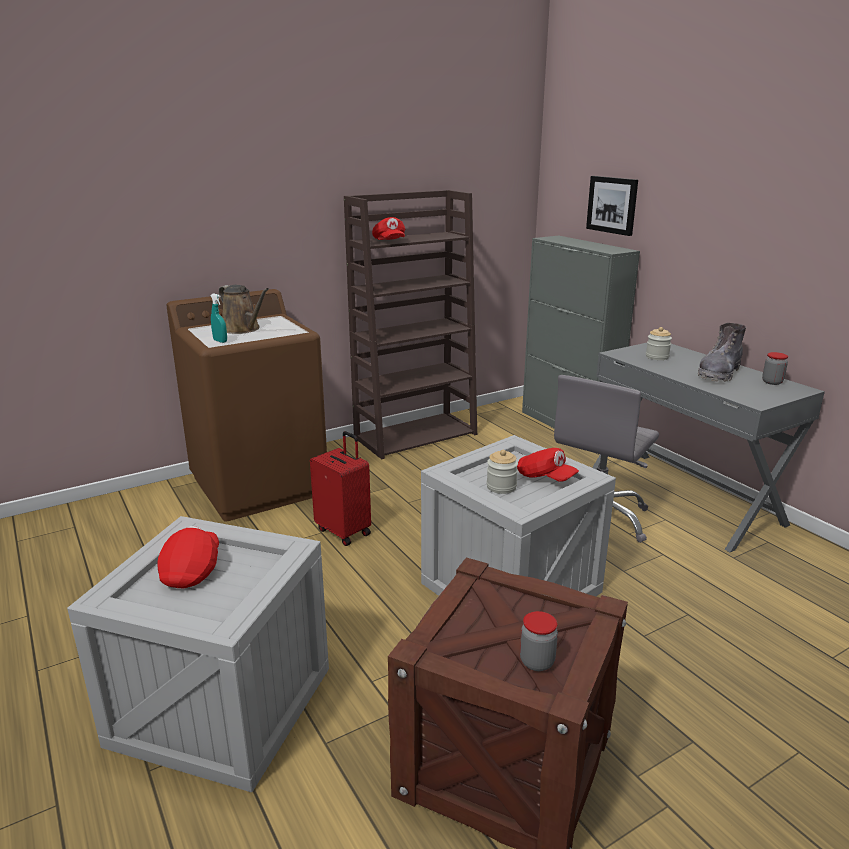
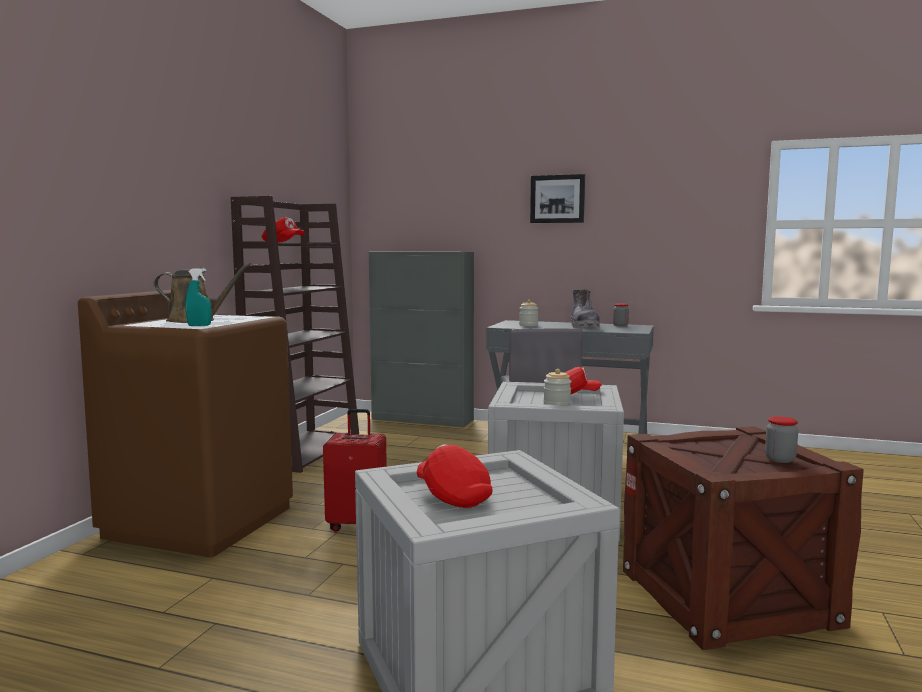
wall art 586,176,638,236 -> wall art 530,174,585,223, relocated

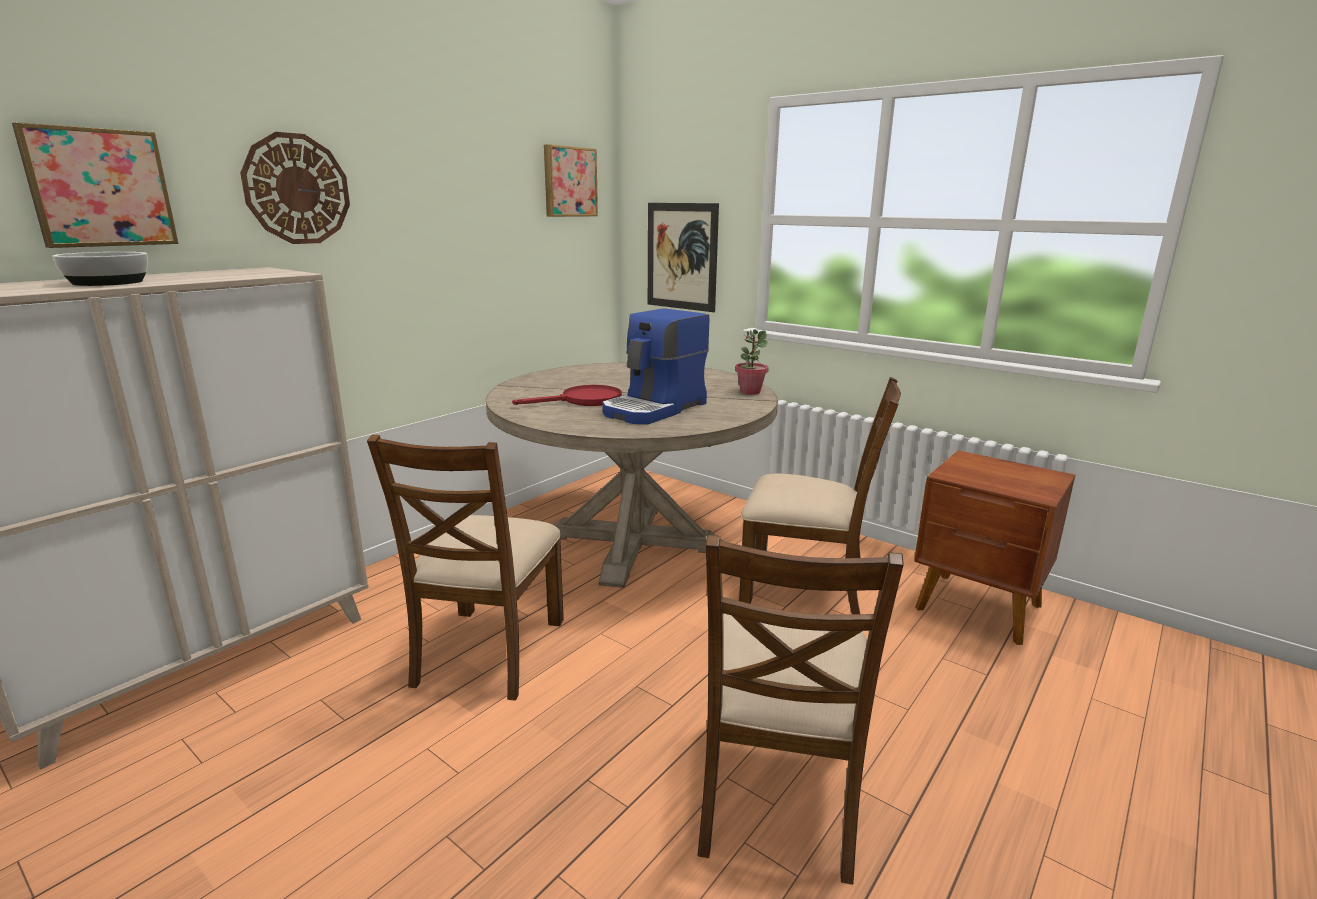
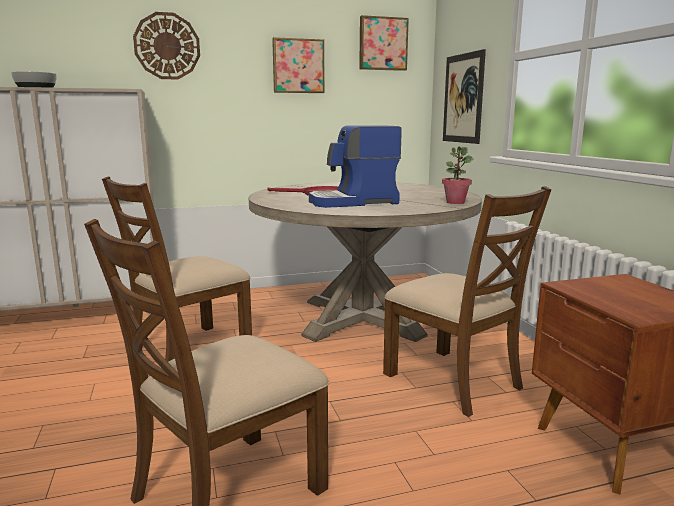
wall art 12,122,179,248 -> wall art 272,37,325,93, relocated

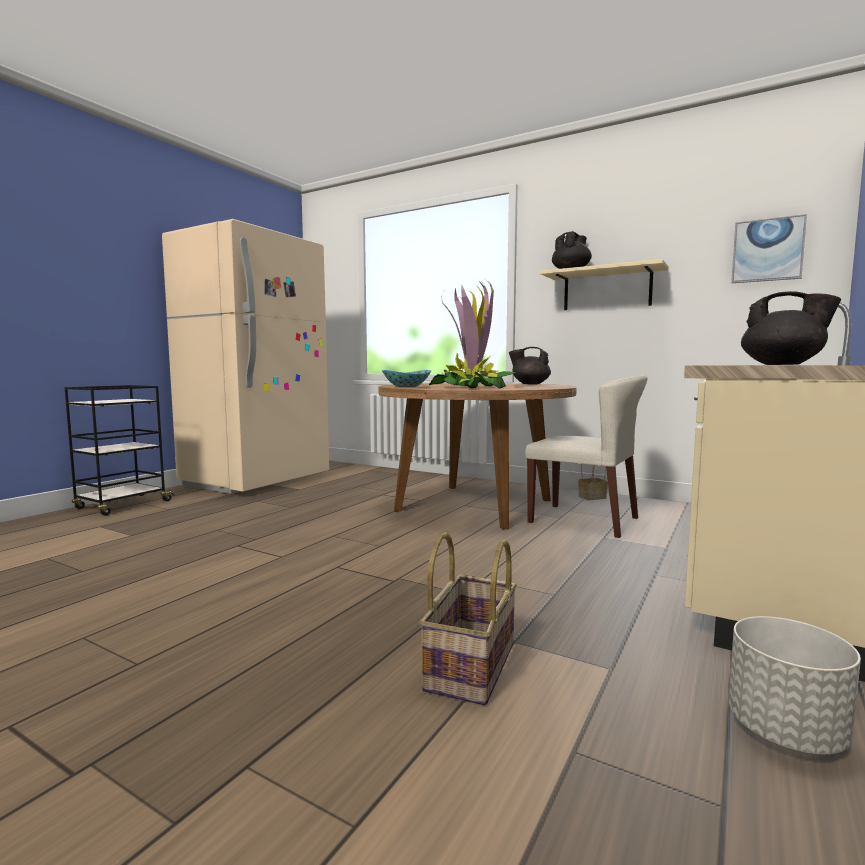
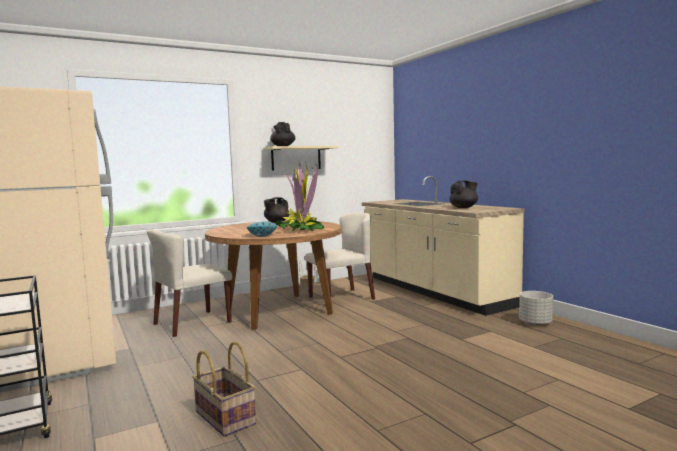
wall art 731,214,807,283 -> none
none -> beige-coloured upright chair 147,229,232,337
storage basket 419,532,517,705 -> storage basket 192,341,256,437, relocated

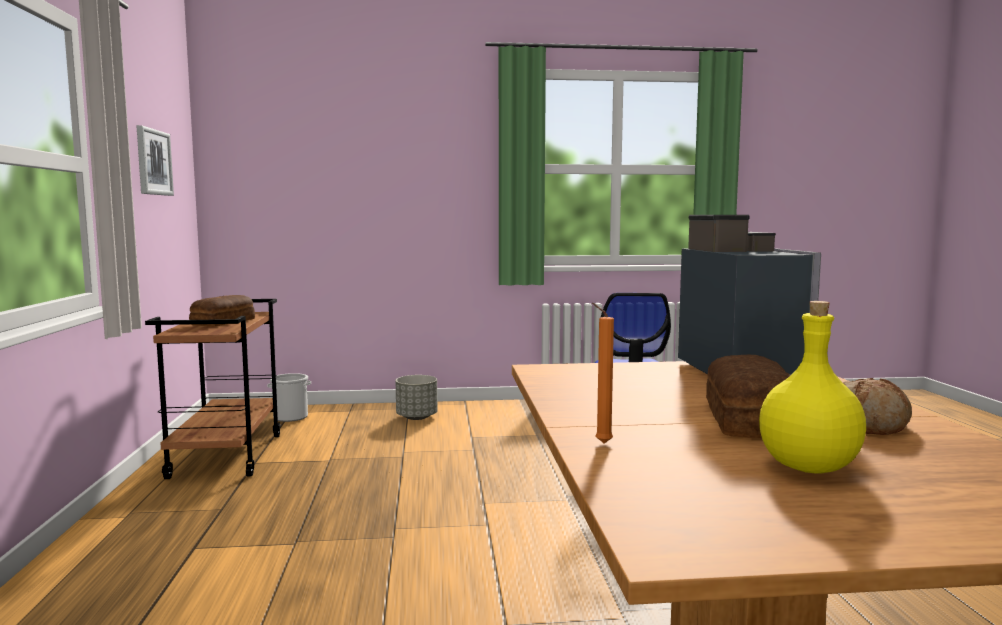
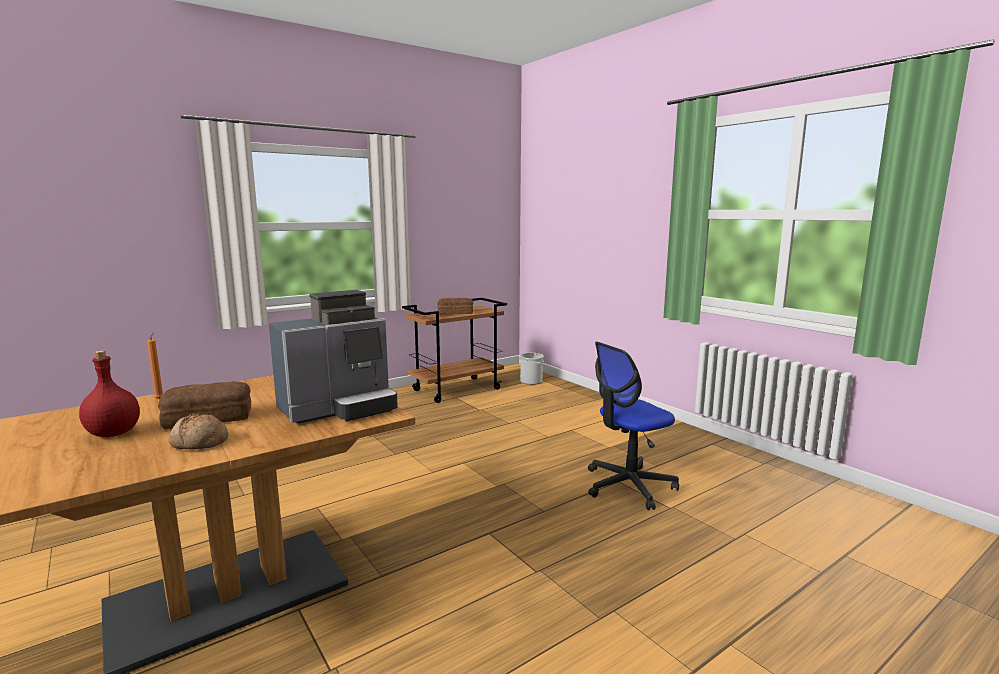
wall art 137,125,174,196 -> none
greyish flower pot 395,375,438,420 -> none
yellow-coloured bottle 759,301,866,473 -> reddish bottle 79,350,140,437

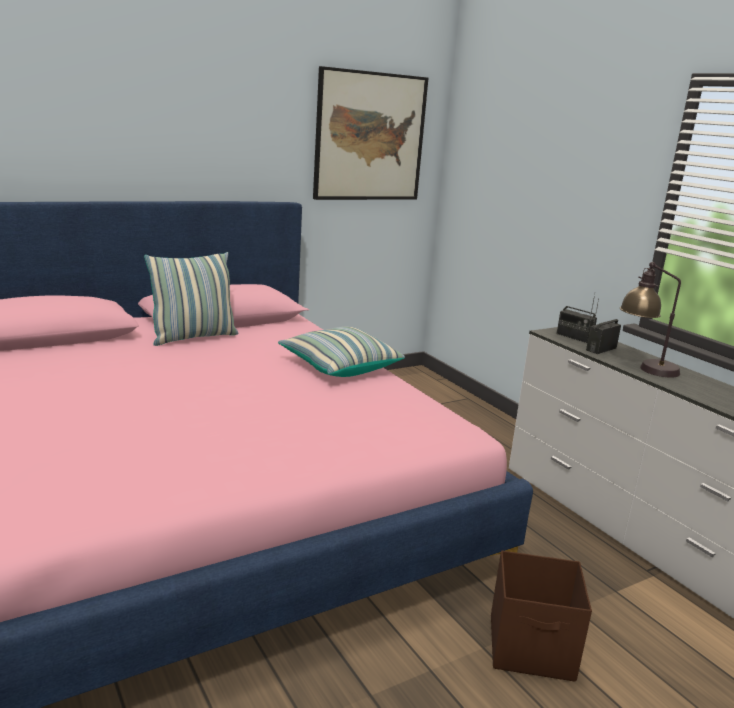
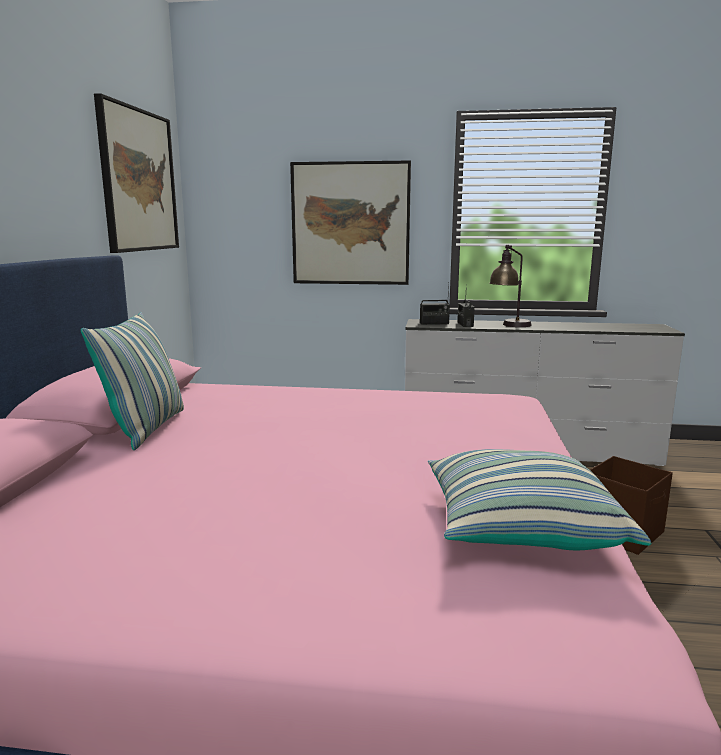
none -> wall art 290,160,411,285
cushion 278,327,405,377 -> cushion 428,449,651,550, relocated

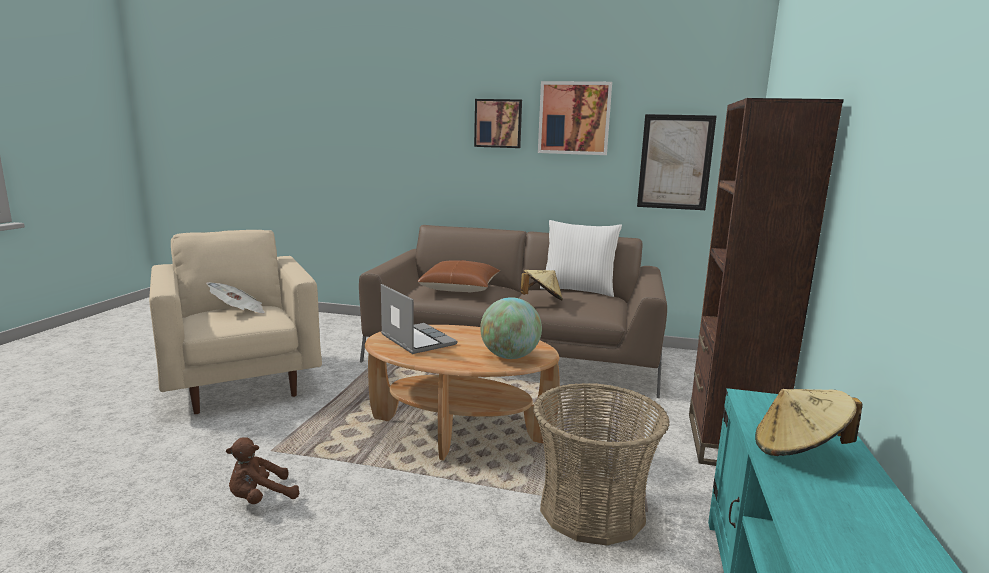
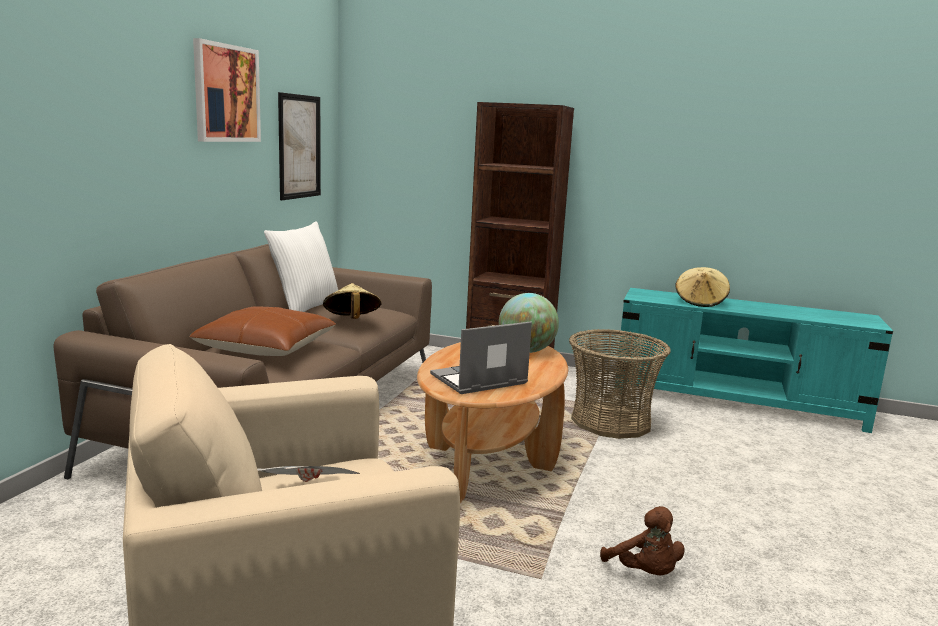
wall art 474,99,522,148 -> none

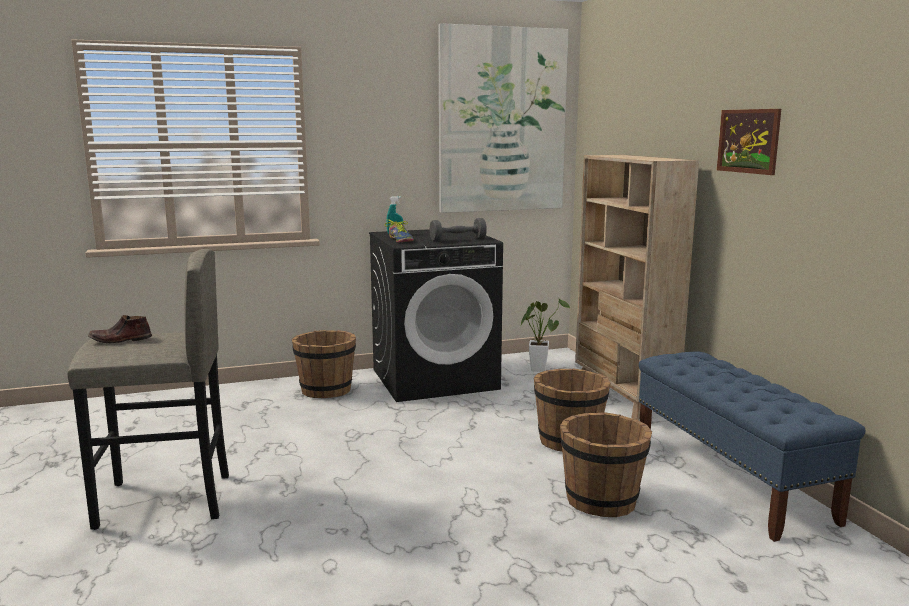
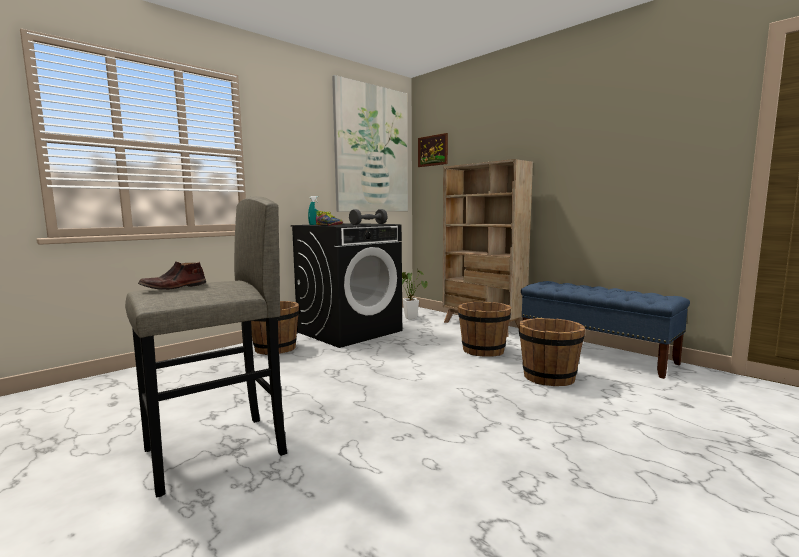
wall art 717,109,781,175 -> wall art 418,133,448,167, relocated

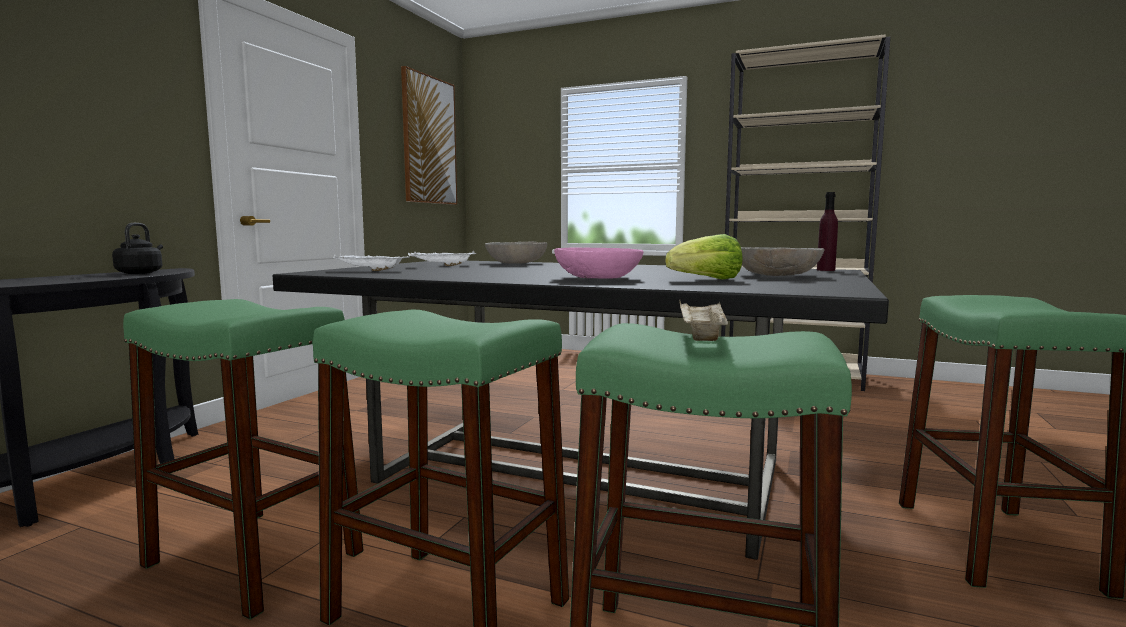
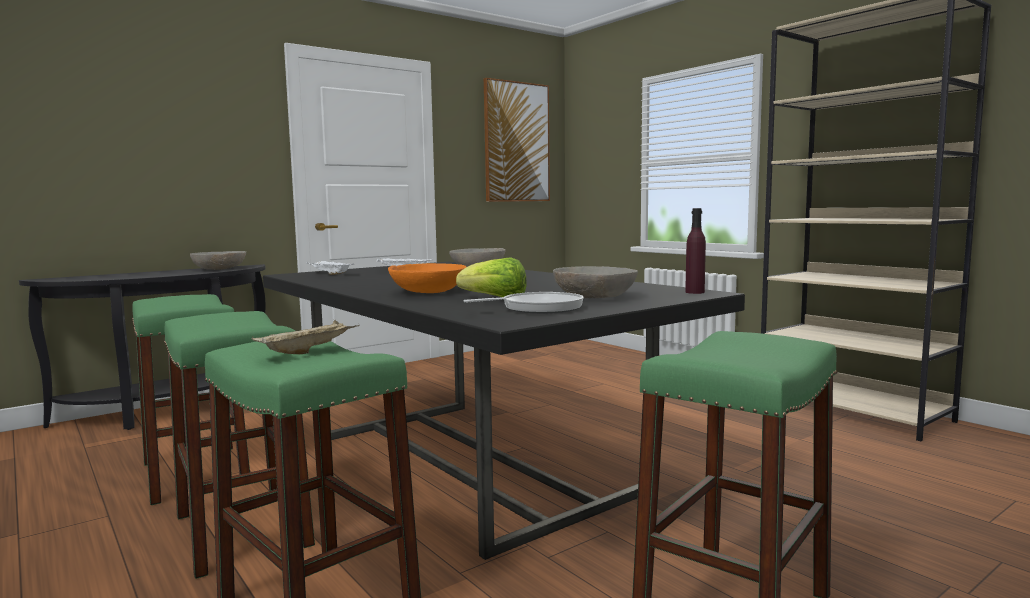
none -> pan 463,292,584,314
black-coloured tea kettle 112,223,163,274 -> greyish deep dish 190,251,246,270
pink deep dish 554,248,644,279 -> orange-coloured deep dish 388,263,466,293

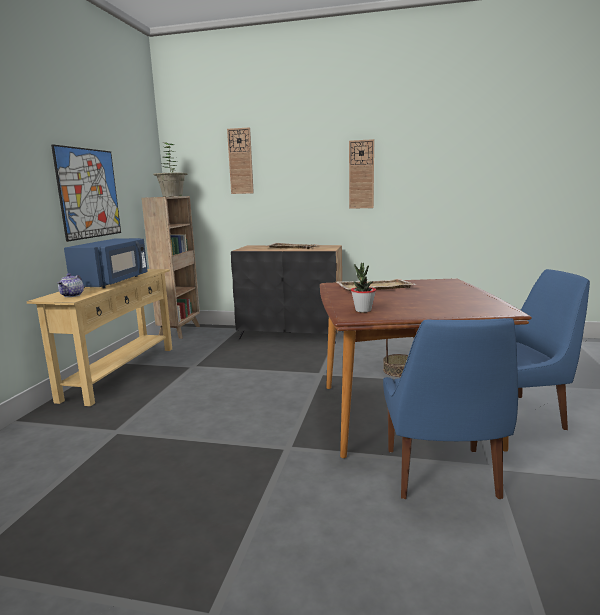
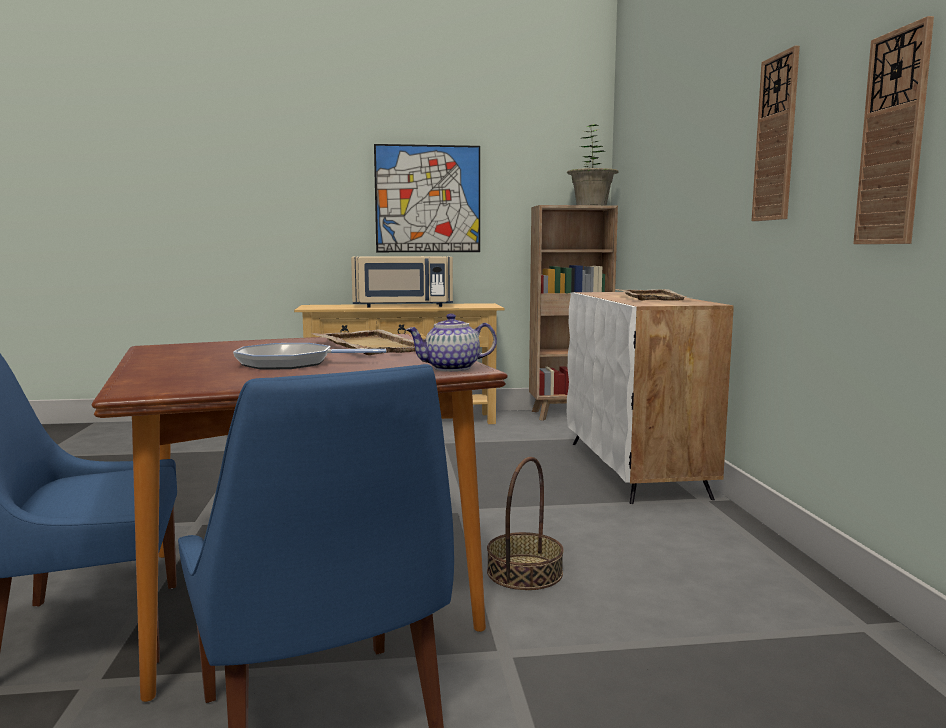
plant in a pot 351,263,376,312 -> none
none -> pan 233,343,386,369
pot for tea 58,273,84,297 -> pot for tea 405,314,497,371, relocated
clock on the wall 227,127,254,194 -> clock on the wall 853,16,934,244, relocated
blue microwave oven 64,238,148,288 -> beige-coloured microwave oven 351,256,453,307
black-coloured cabinet 231,245,342,344 -> white-coloured cabinet 567,292,734,504

